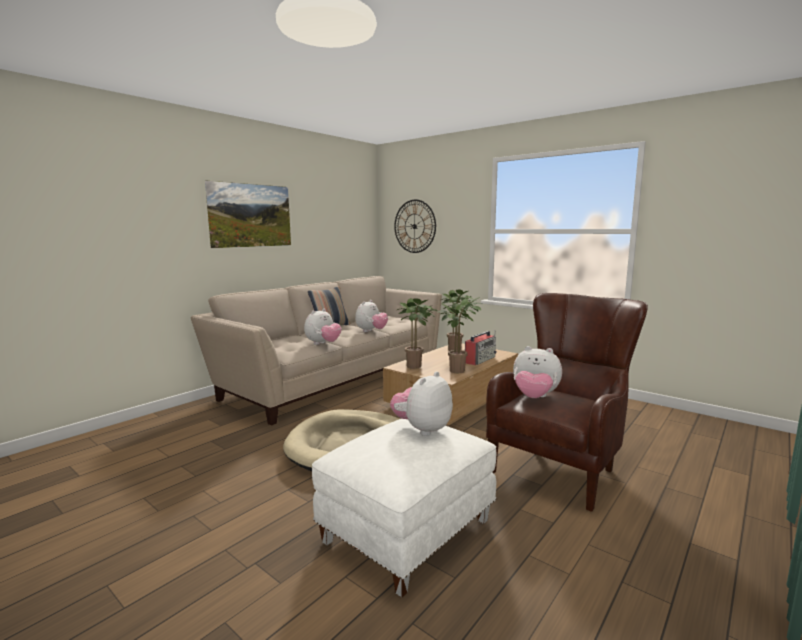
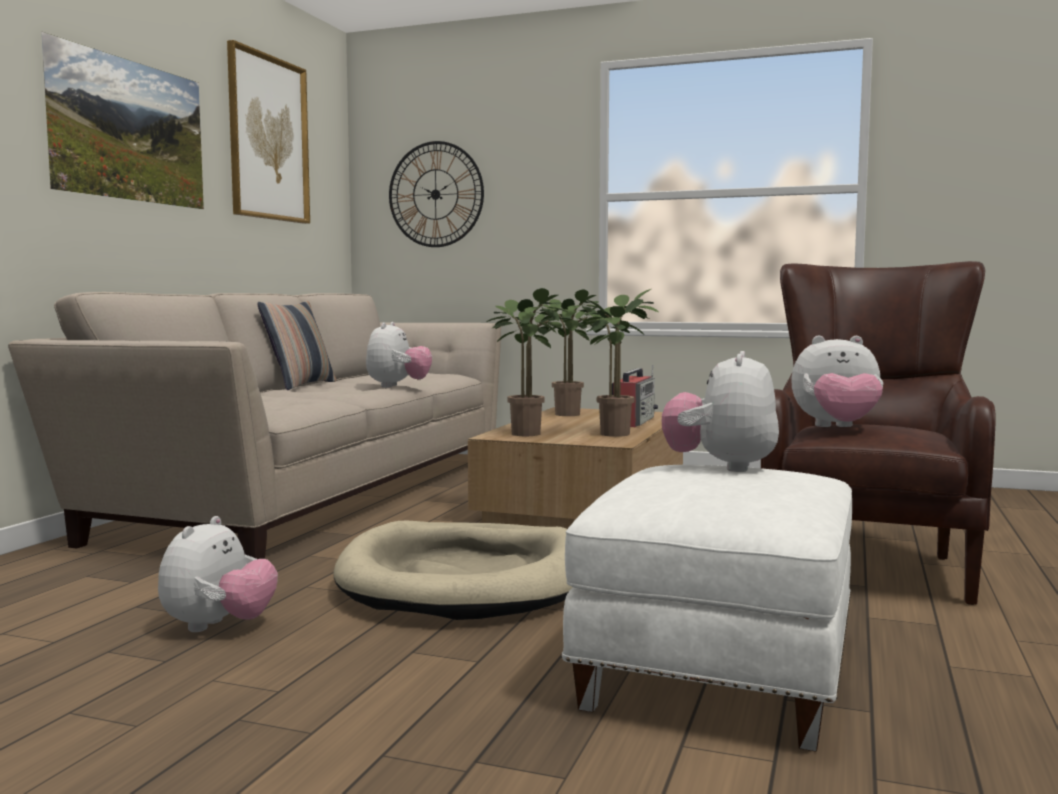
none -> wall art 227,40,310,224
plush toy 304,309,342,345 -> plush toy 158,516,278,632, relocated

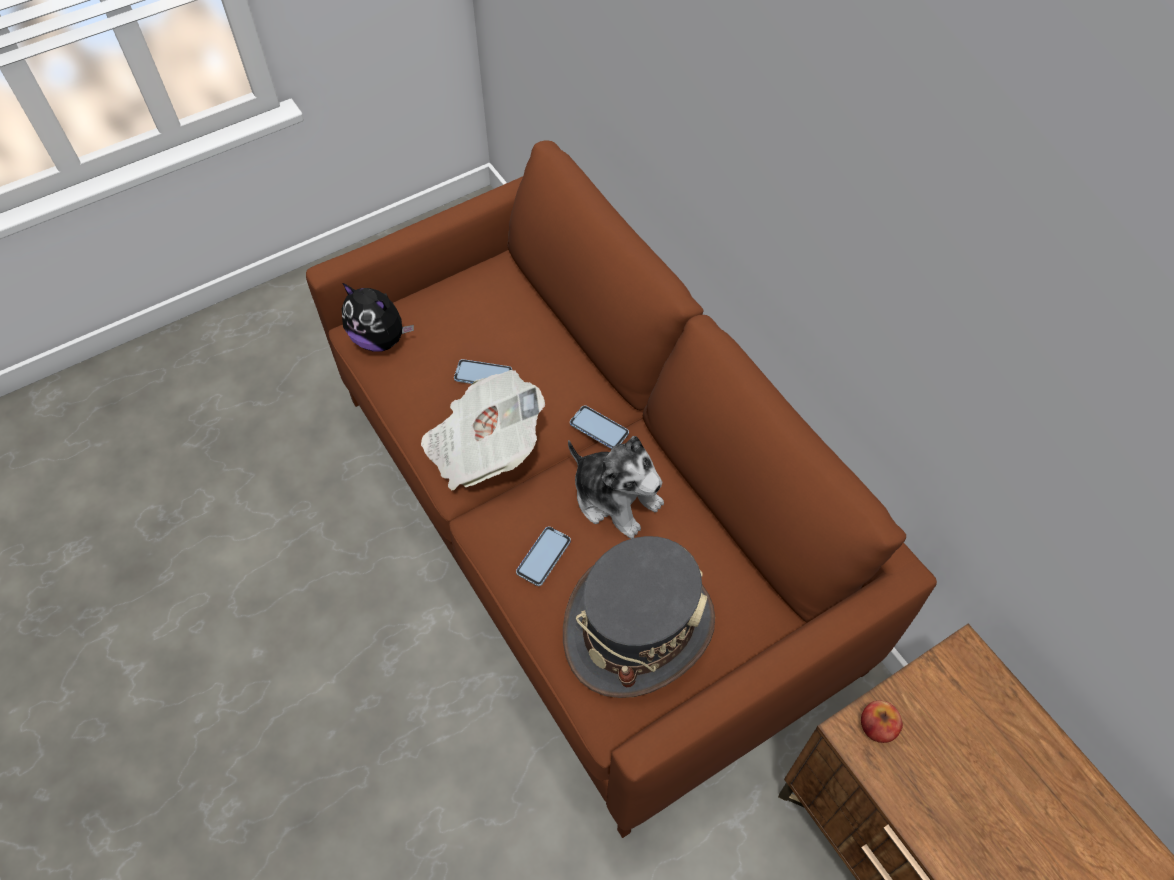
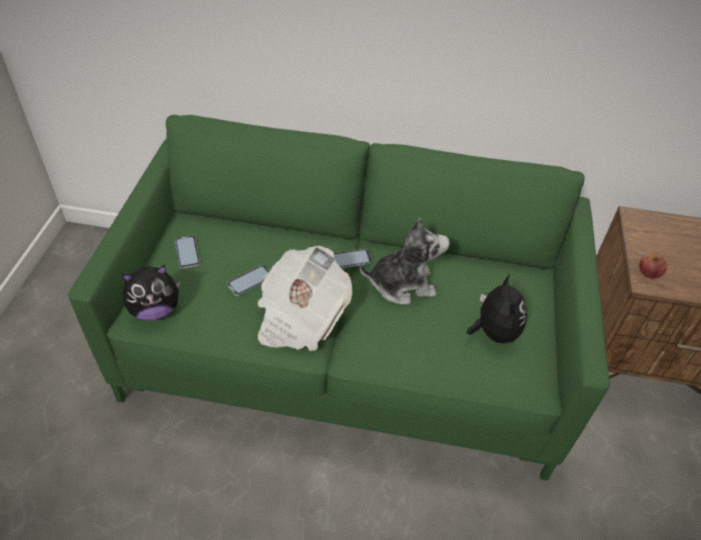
phone 516,526,571,586 -> phone 175,235,200,269, relocated
greyish clothing hat 563,536,715,698 -> plush toy 467,274,527,344
brown-coloured sofa 306,140,937,838 -> greenish sofa 68,115,610,480

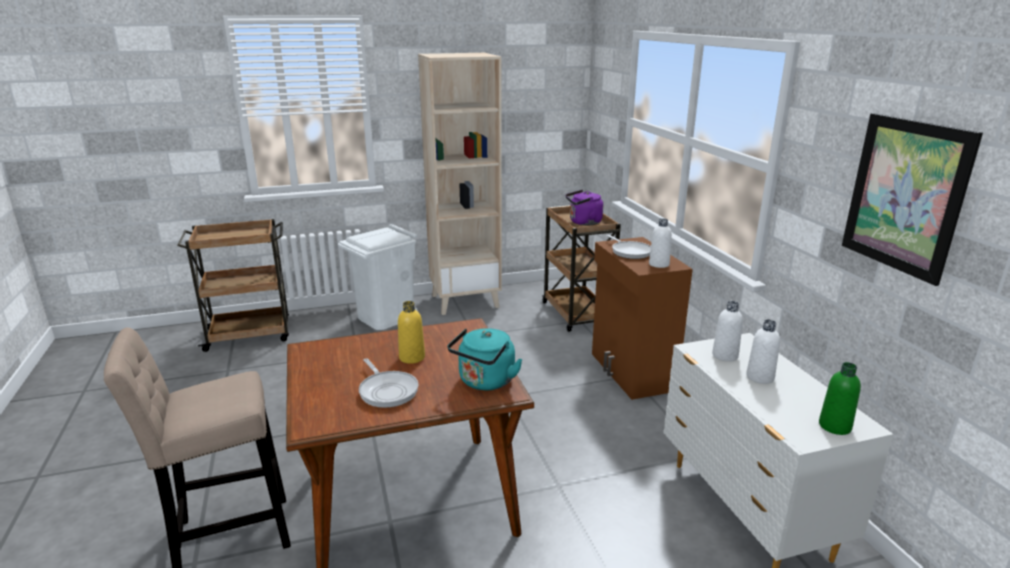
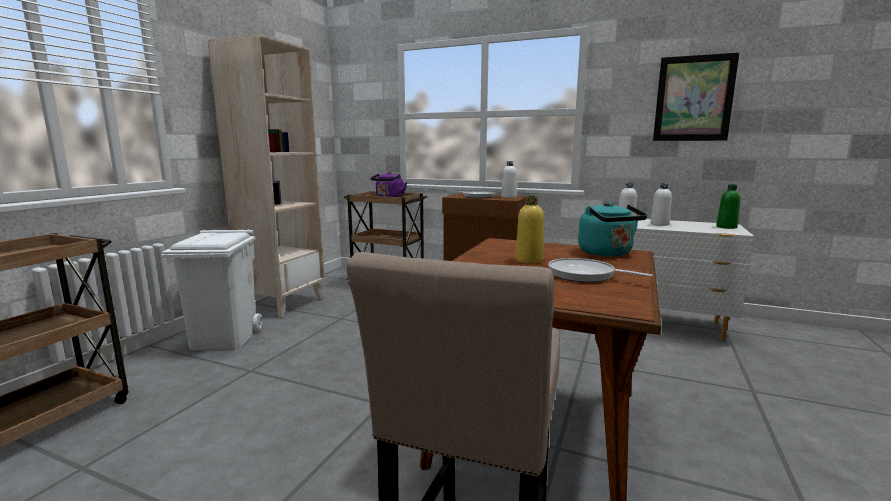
pan 359,358,418,408 -> pan 548,258,653,282, 150 degrees counterclockwise

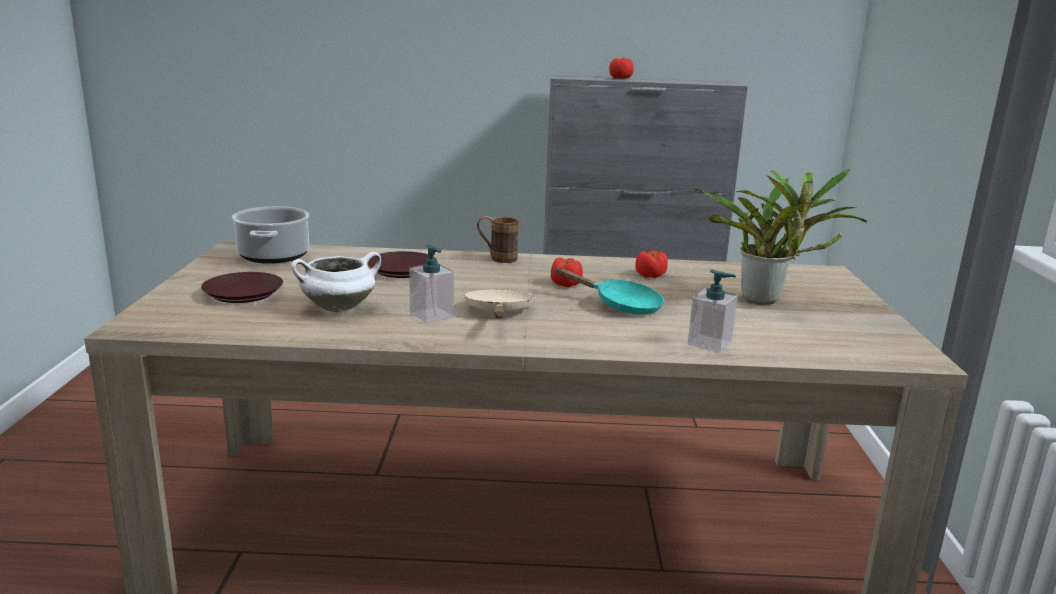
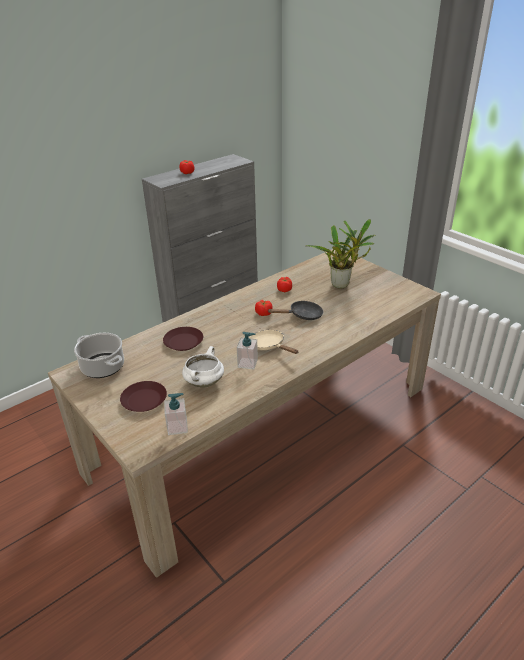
brown-coloured coffee mug 477,216,519,263 -> none
liquid soap bottle 688,270,738,353 -> liquid soap bottle 164,393,188,435, relocated
turquoise-coloured pan 555,267,664,315 -> black-coloured pan 267,300,324,320

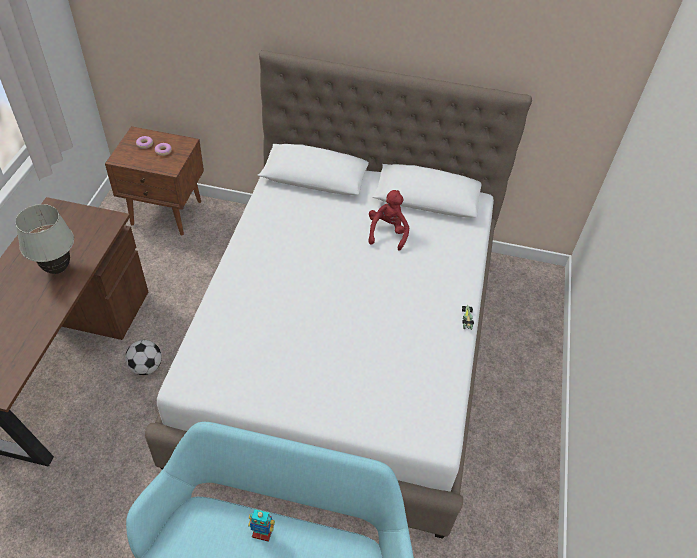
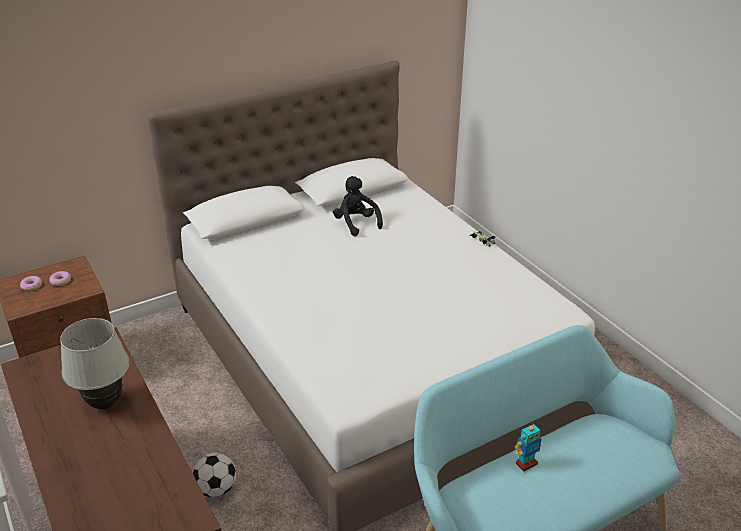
reddish plush toy 368,190,409,251 -> black-coloured plush toy 333,176,383,236

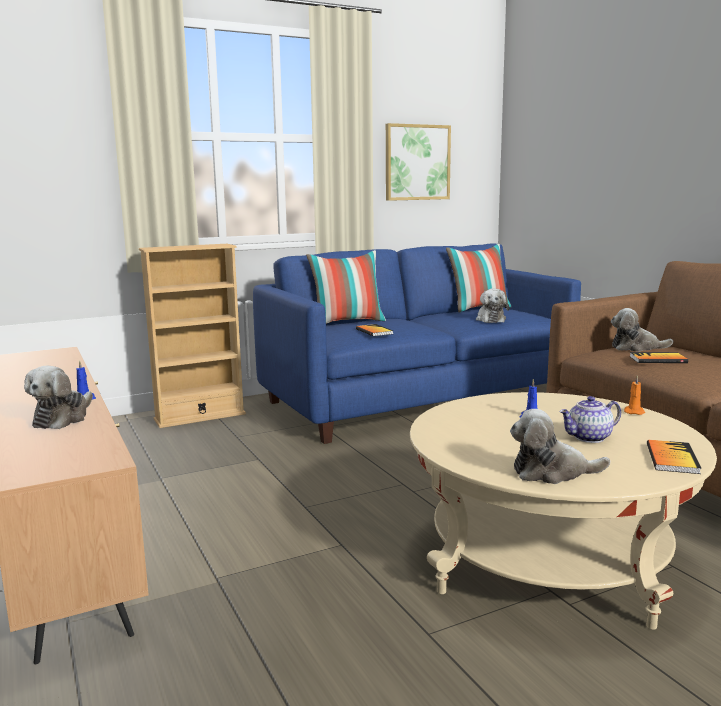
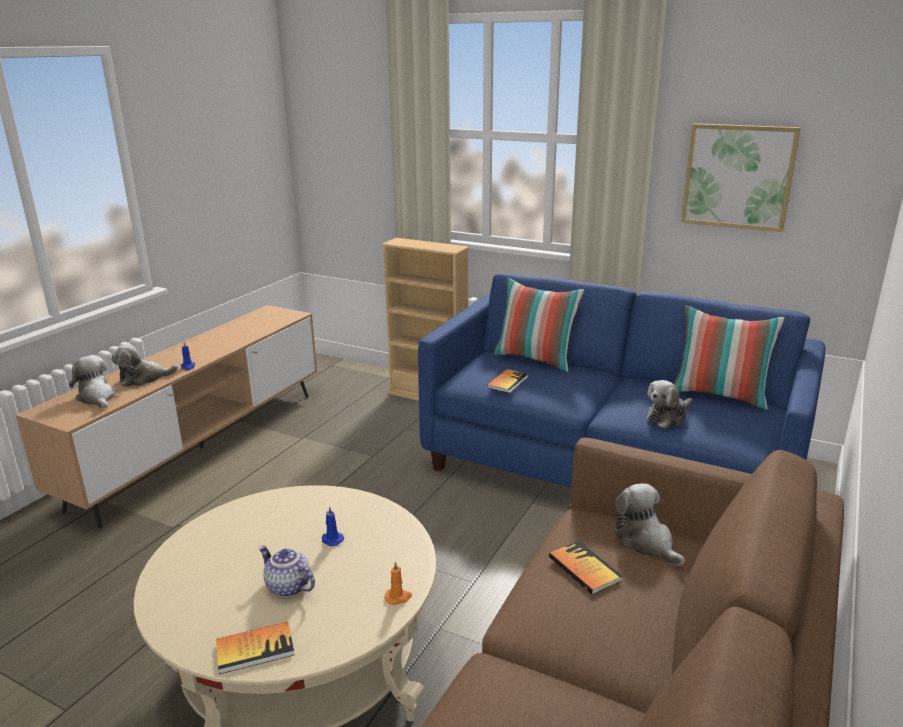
plush toy 510,409,610,484 -> plush toy 69,356,117,409, relocated

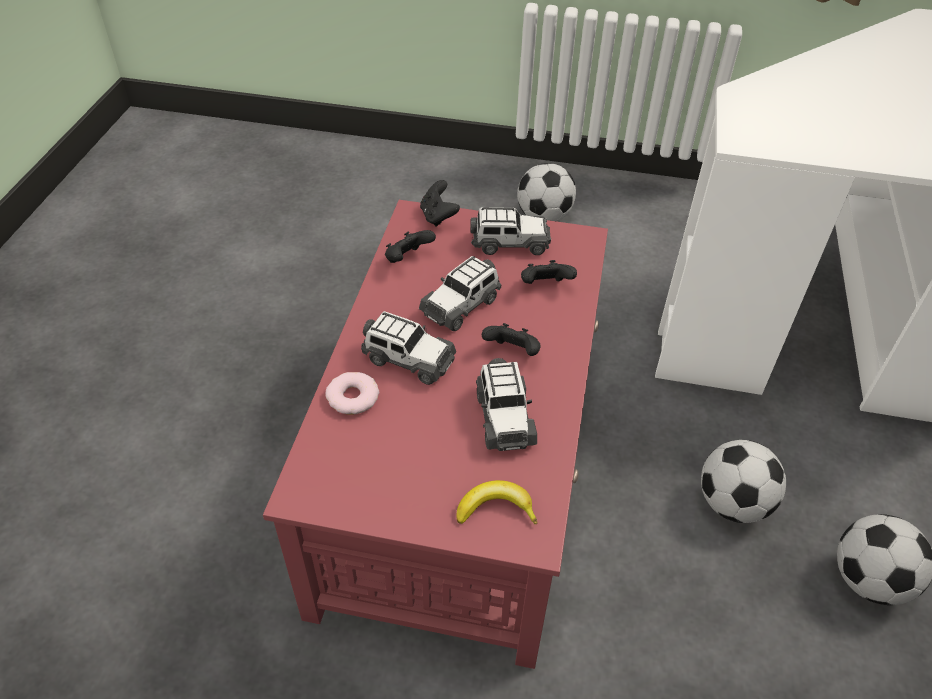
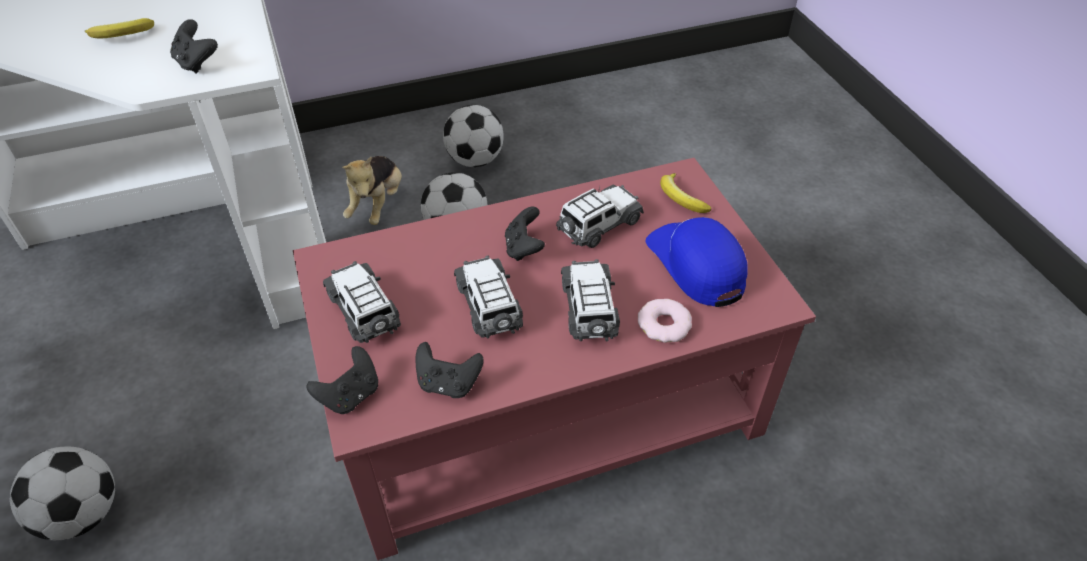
none -> banana fruit 85,18,154,39
none -> plush toy 342,156,402,225
none -> blue baseball cap 646,217,748,307
black-coloured joypad 521,260,577,284 -> black-coloured joypad 170,19,218,74, relocated
miniature car 419,256,501,331 -> miniature car 454,255,523,338, 120 degrees counterclockwise

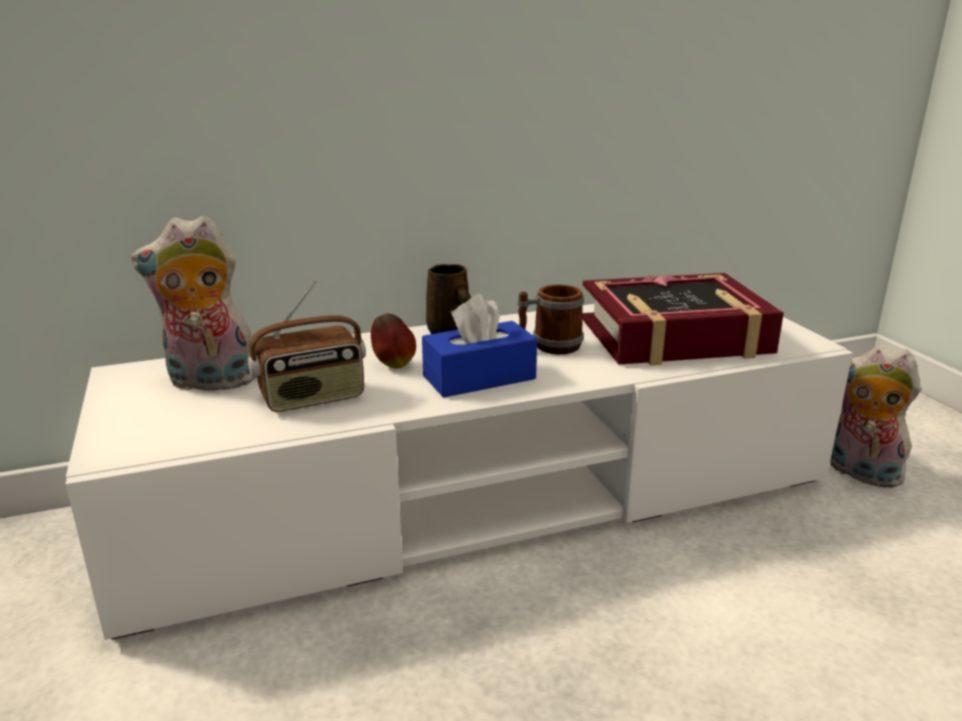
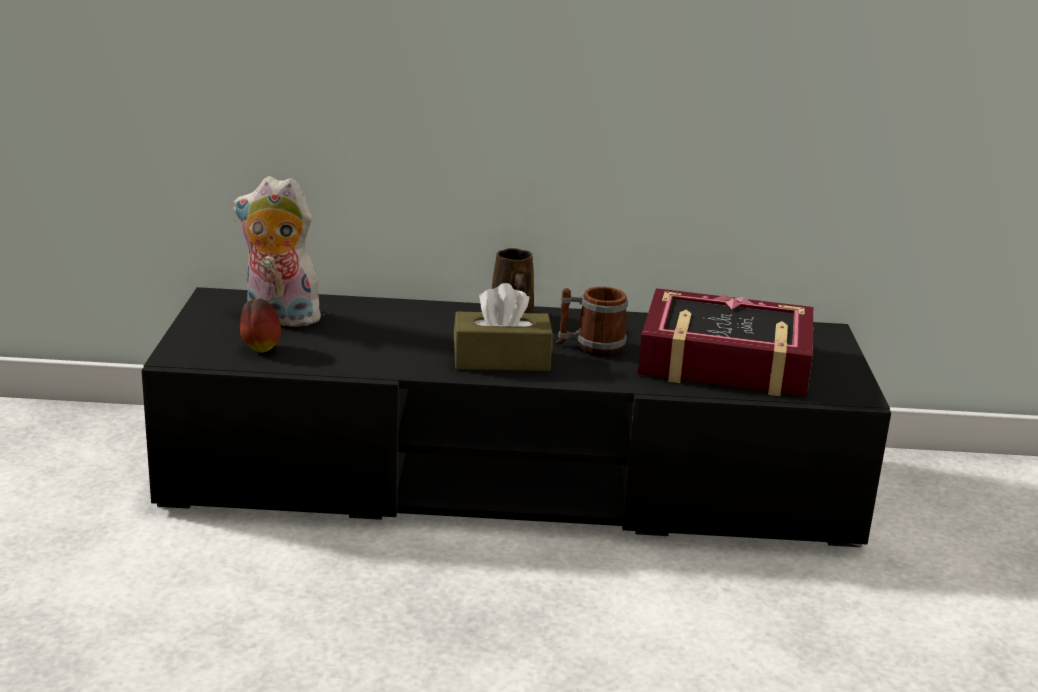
radio set 248,280,366,412 -> none
plush toy 830,345,921,488 -> none
whole apple 371,313,416,369 -> whole apple 240,299,281,353, relocated
white-coloured media console 65,304,853,640 -> black-coloured media console 142,287,891,547
blue tissue box 422,294,537,398 -> brown-coloured tissue box 454,283,553,371

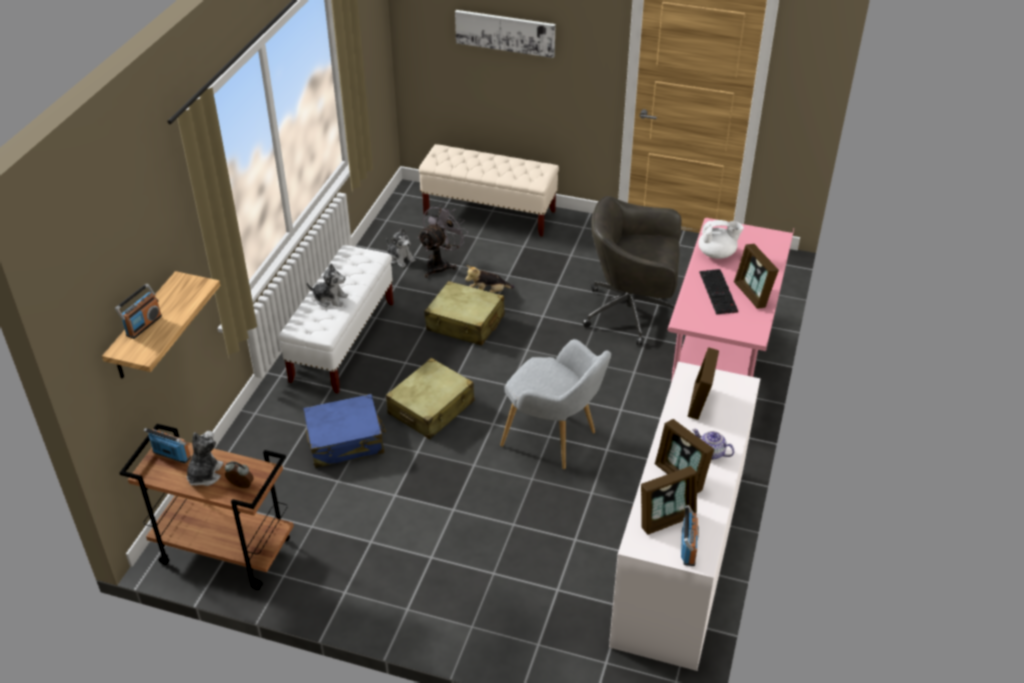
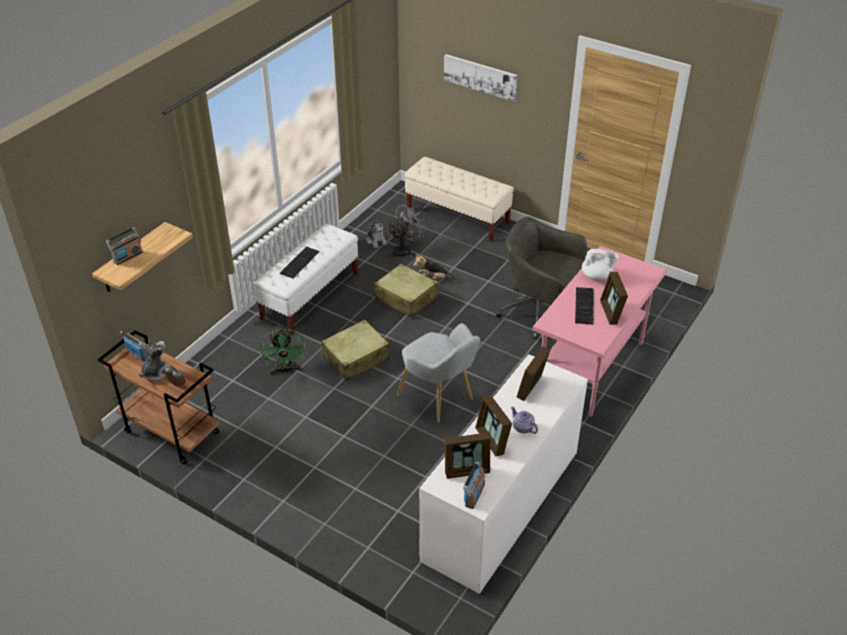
blue travel case 303,394,386,468 -> greenish fan 260,323,305,375
plush toy 307,263,348,308 -> computer keyboard 280,246,319,278

